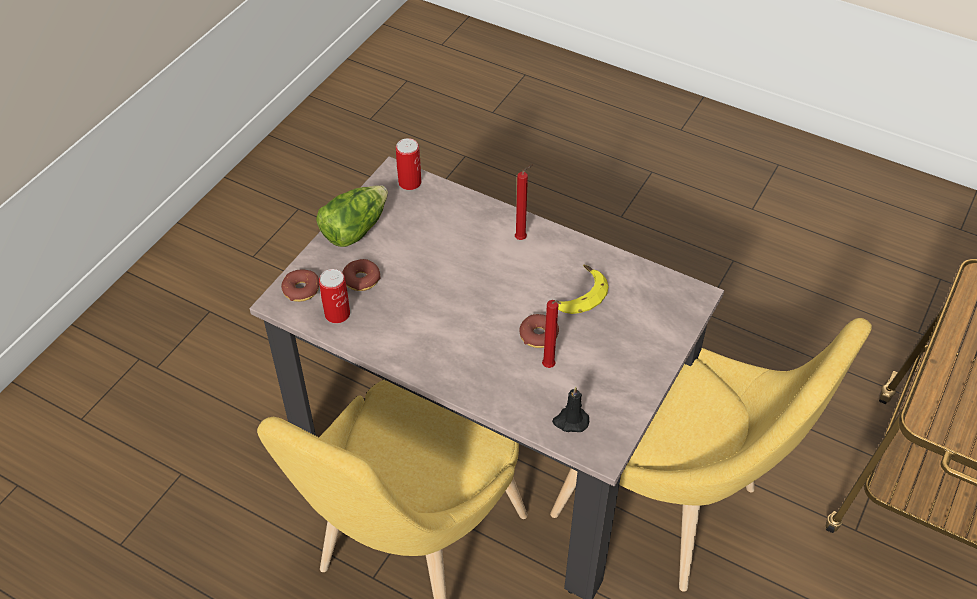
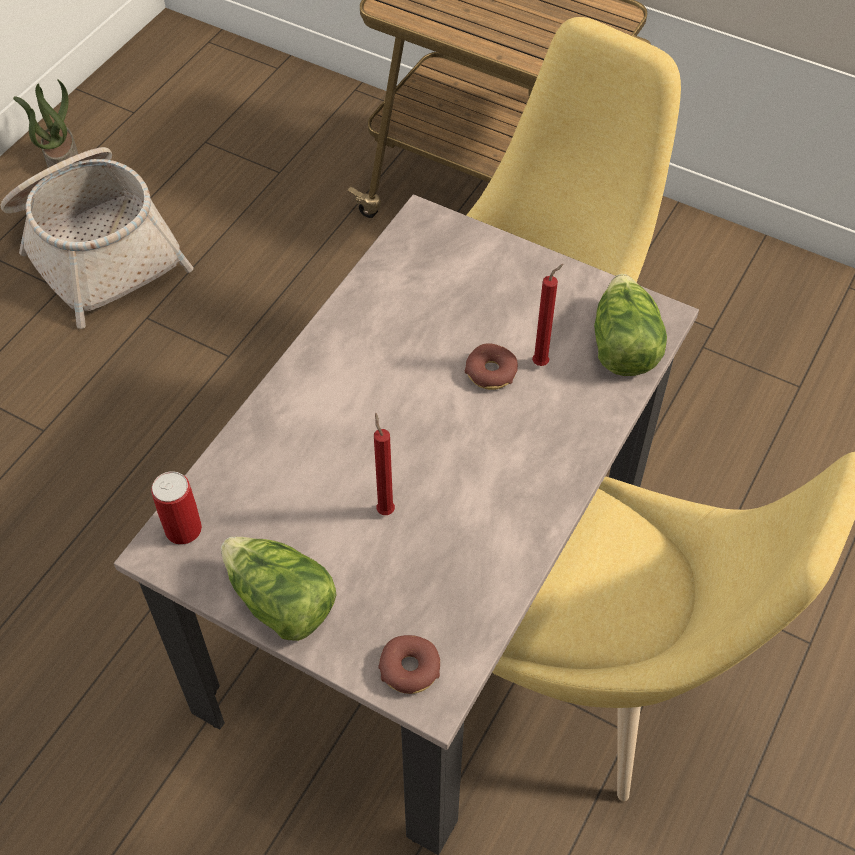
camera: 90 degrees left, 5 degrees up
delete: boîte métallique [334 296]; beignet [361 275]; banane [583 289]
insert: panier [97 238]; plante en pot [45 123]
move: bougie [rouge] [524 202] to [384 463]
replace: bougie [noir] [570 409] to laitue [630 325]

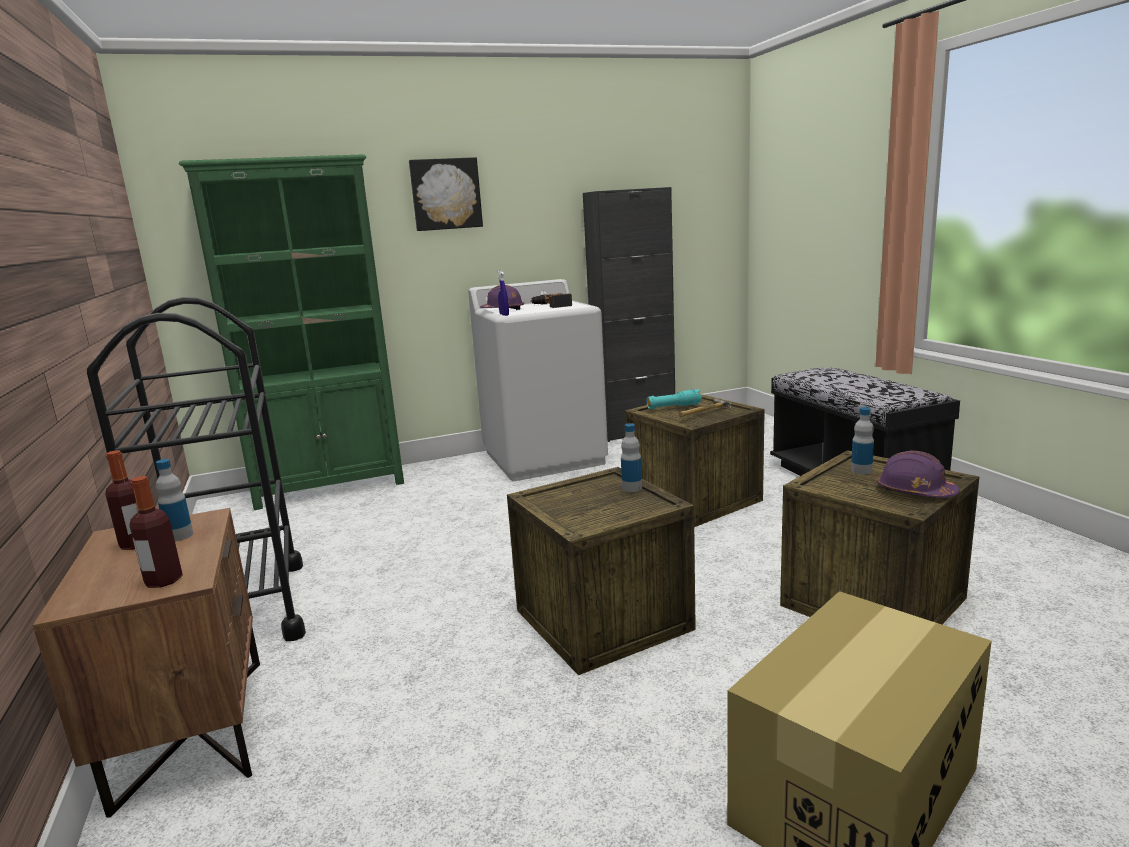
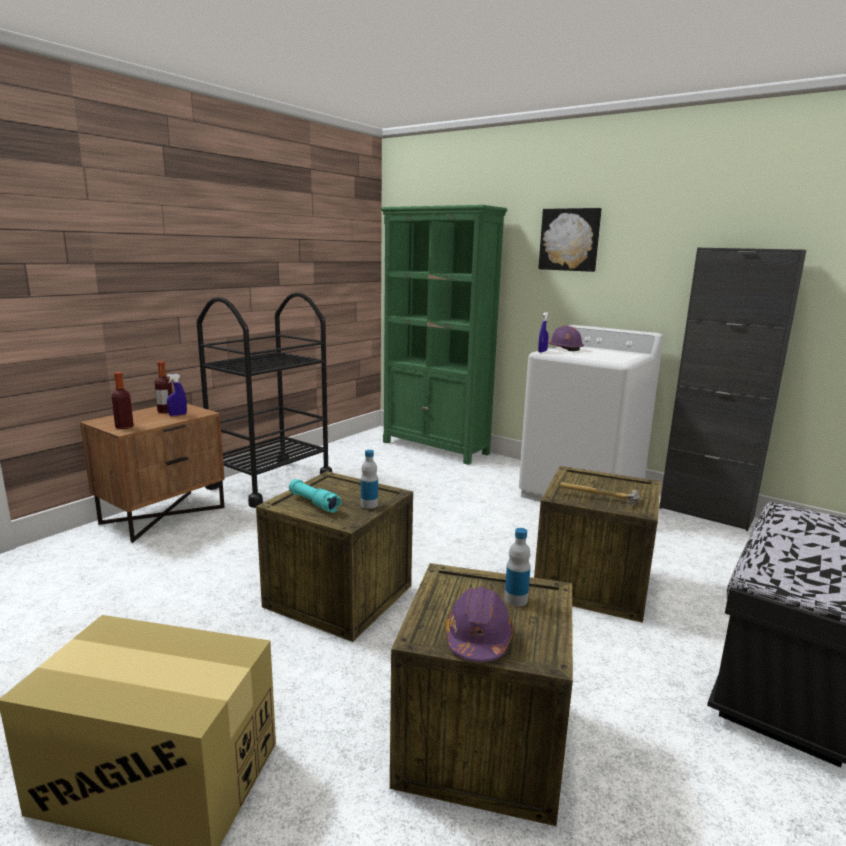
camera: 55 degrees right, 0 degrees up
delete: perceuse [551 300]
move: lampe de poche [turquoise] [674 399] to [315 496]
replace: bouteille [174 500] to vaporisateur [bleu] [177 395]

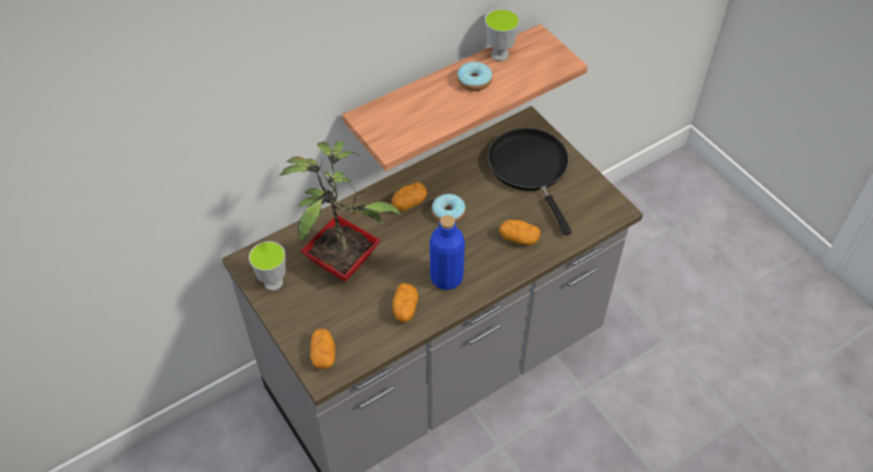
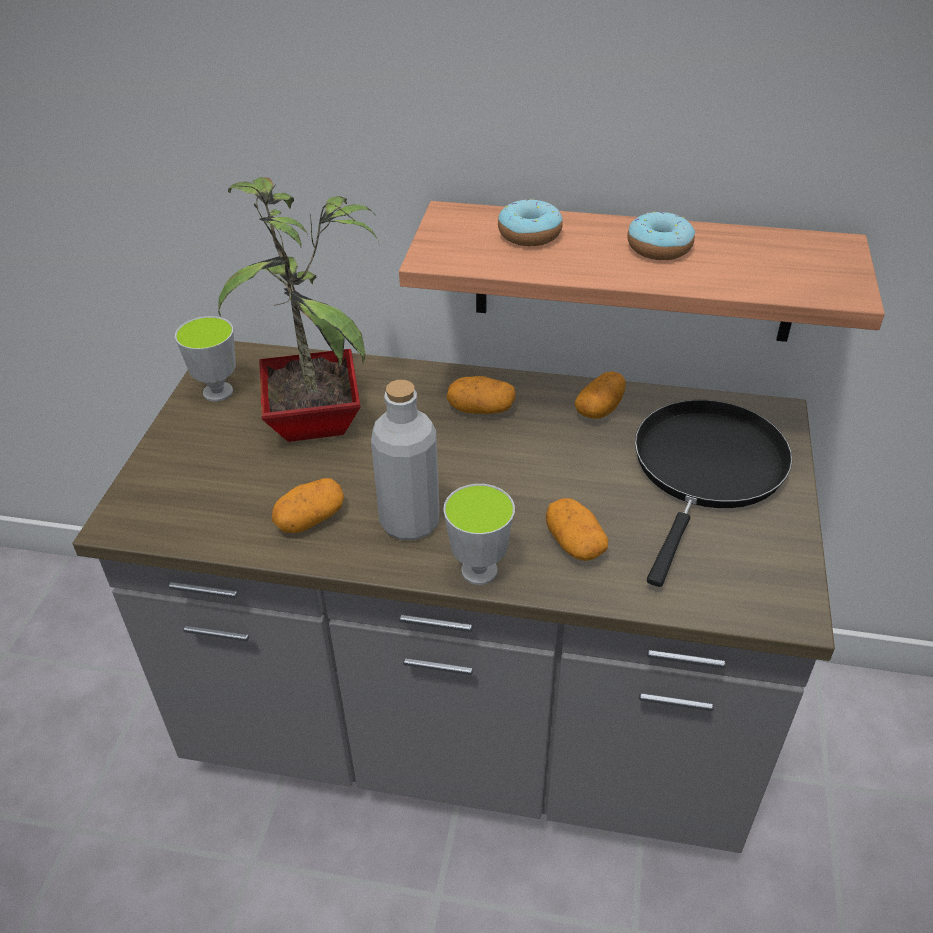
camera: 45 degrees right, 10 degrees down
move: pomme de terre [323 349] to [600 395]; beignet [449 208] to [530 222]; tasse [502 35] to [479 534]
recolor: bouteille [bleu] [447 252] to bouteille [gris] [405 460]

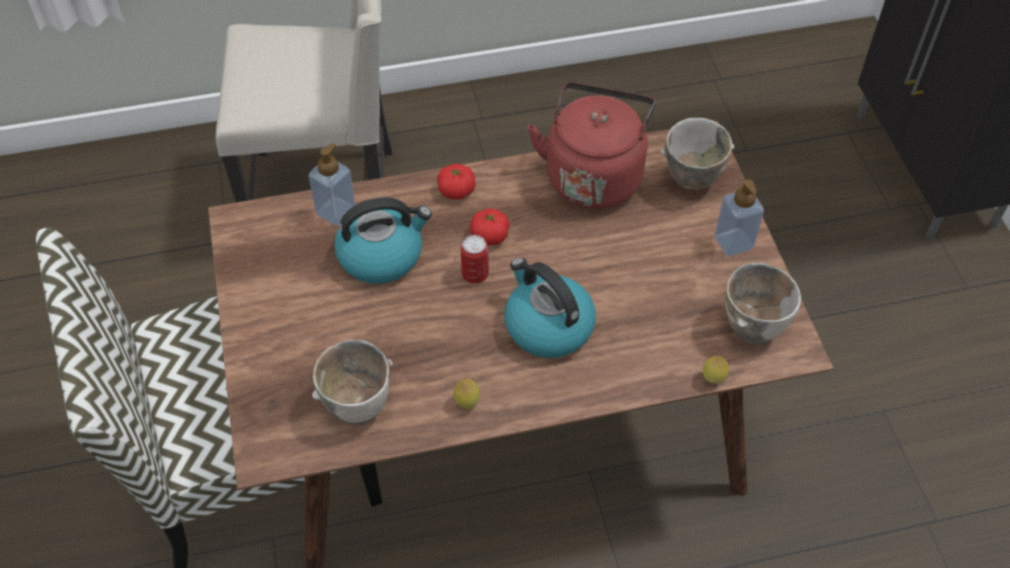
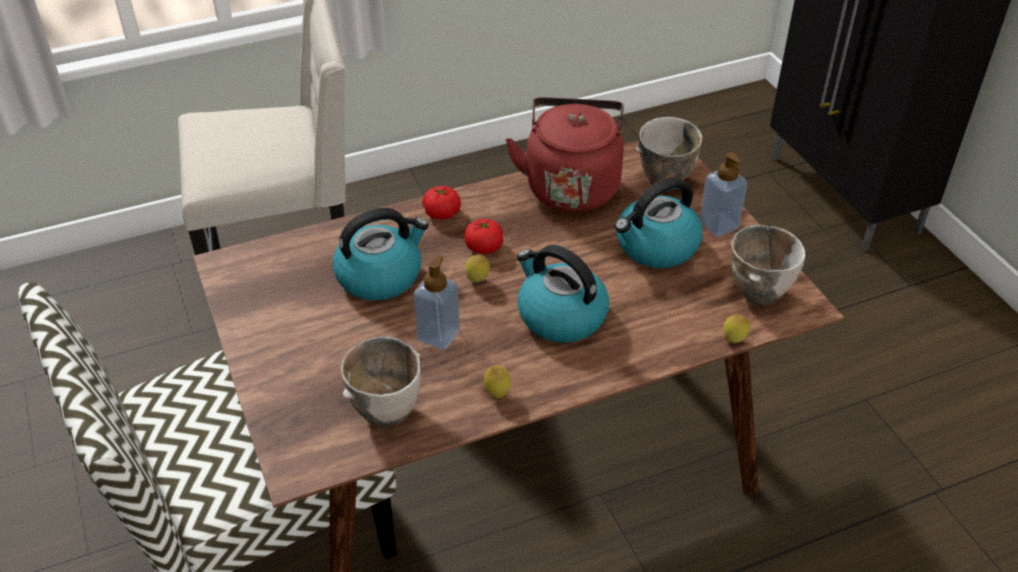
camera: 10 degrees left, 10 degrees down
insert: bouilloire [659 222]
move: distributeur de savon [332 184] to [436 302]
replace: boîte métallique [475 259] to citron [477 269]

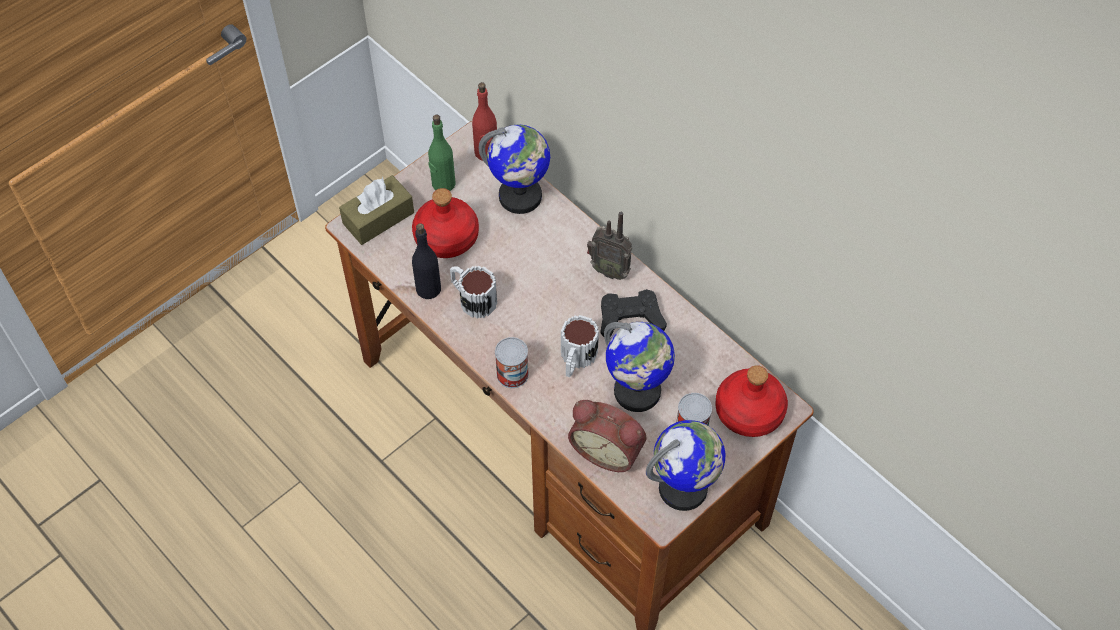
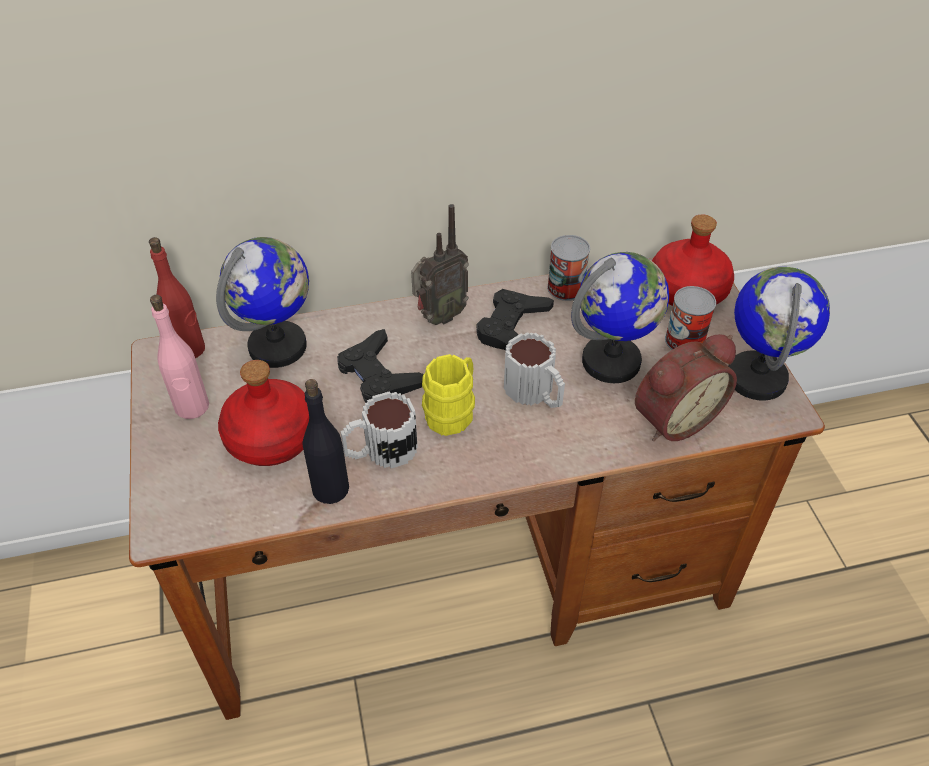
camera: 60 degrees left, 10 degrees down
delete: boîte à mouchoirs [marron] [376 210]
insert: manette [noir] [380 366]; mug [jaune] [448 395]
move: boîte métallique [512 362] to [568 268]
recolor: bouteille [vert] [442 153] to bouteille [rose] [179 357]

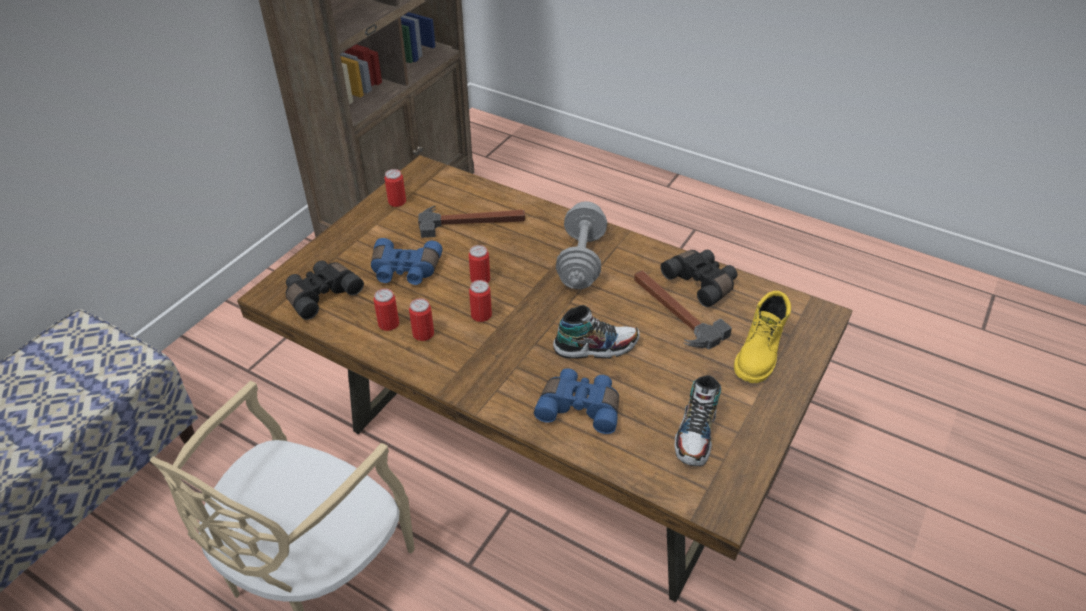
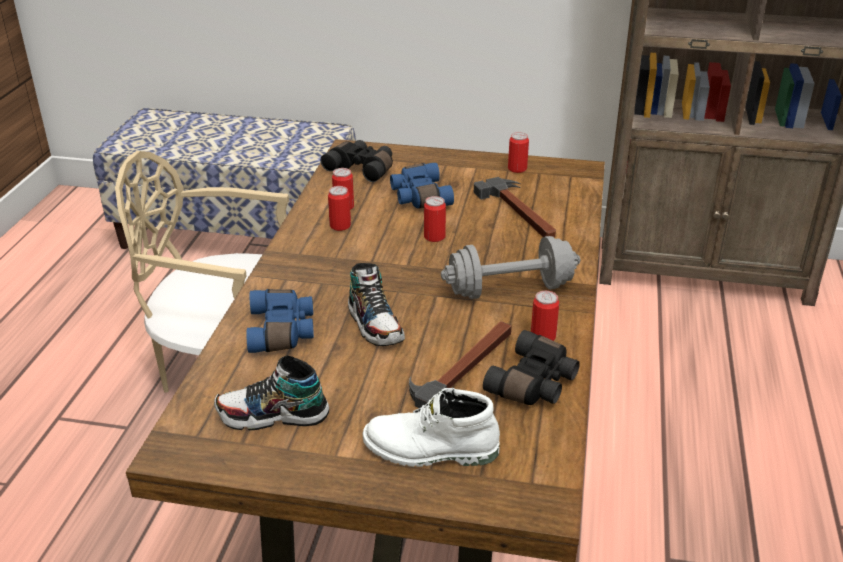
camera: 70 degrees right, 10 degrees down
move: boîte métallique [480 301] to [545 316]
recolor: botte [jaune] [762 337] to botte [blanc] [431 427]

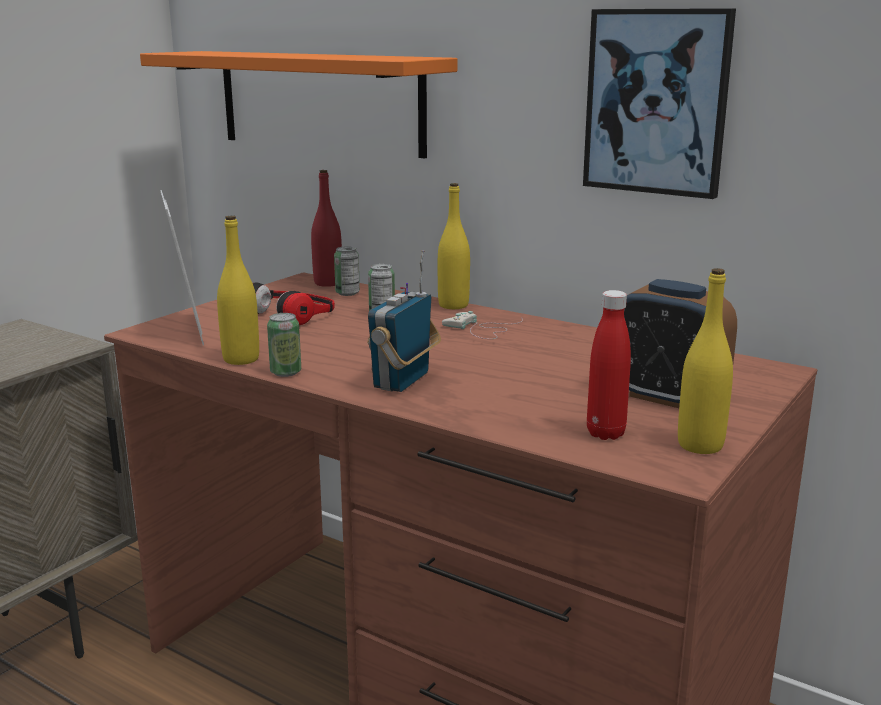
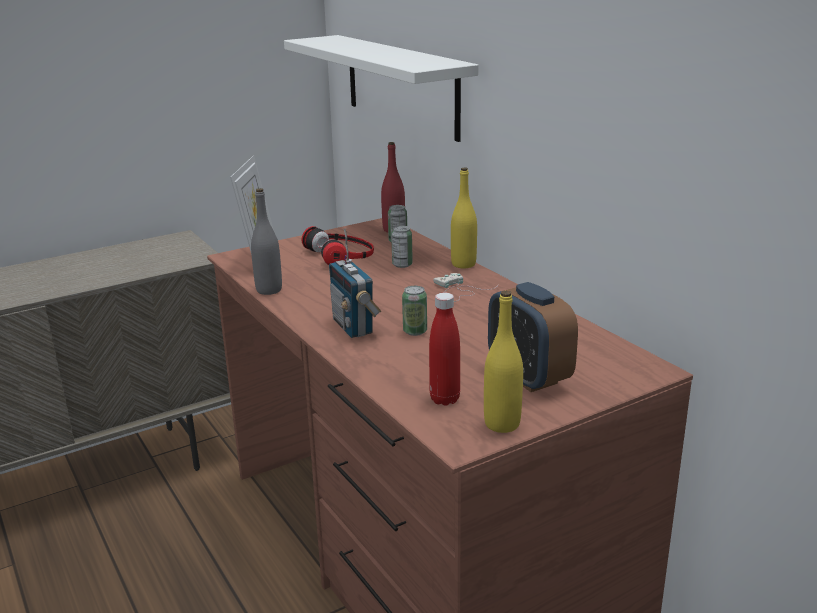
camera: 25 degrees right, 5 degrees up
delete: tableau [659 103]
move: boîte métallique [284 345] to [414 311]
recolor: étagère [orange] [299 104] to étagère [blanc] [381 88]; bouteille [jaune] [238 290] to bouteille [gris] [266 241]
rotate: radio [404 321] = [355 283] 75 degrees counterclockwise

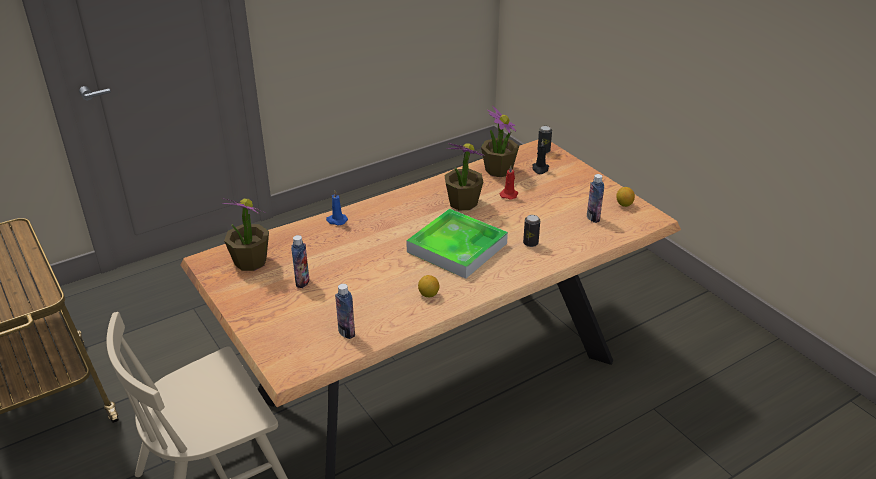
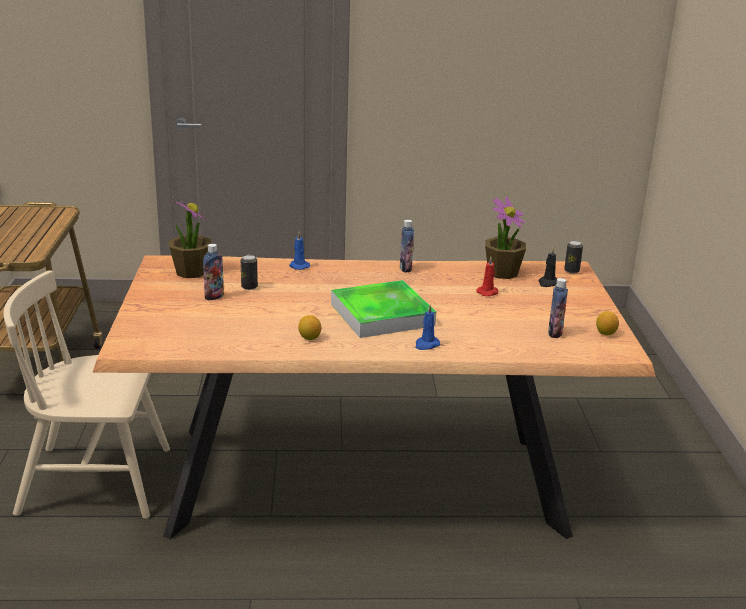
camera: 30 degrees right, 10 degrees down
delete: plante en pot [464 176]
insert: bougie [bleu] [427 327]
move: bouteille [345 311] to [407 246]; boîte métallique [531 231] to [249 272]

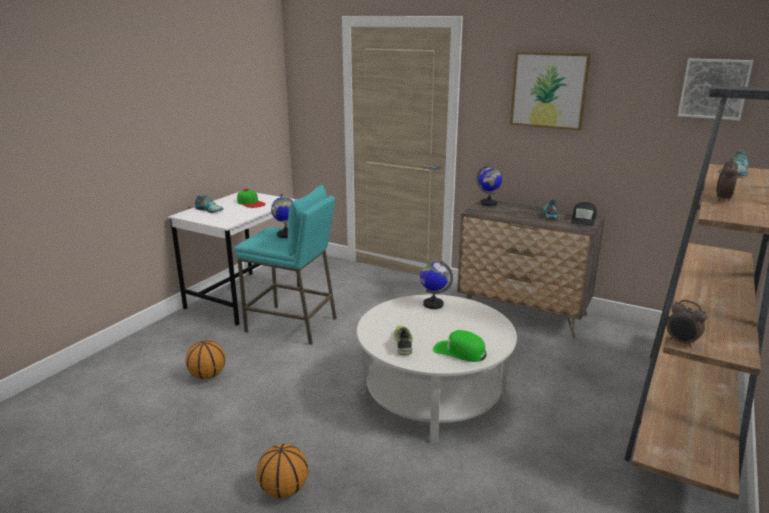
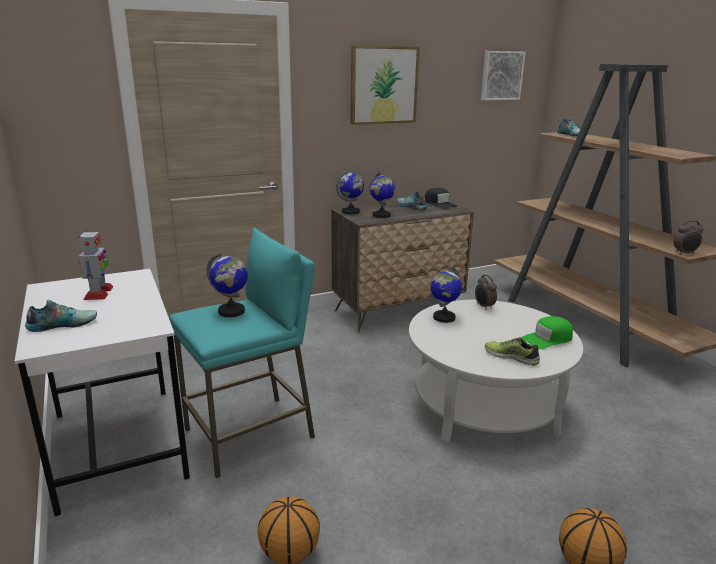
camera: 55 degrees left, 0 degrees up
insert: globe [382 194]
move: réveil [727 179] to [486 292]
replace: casquette [251 198] to robot jouet [95 265]

